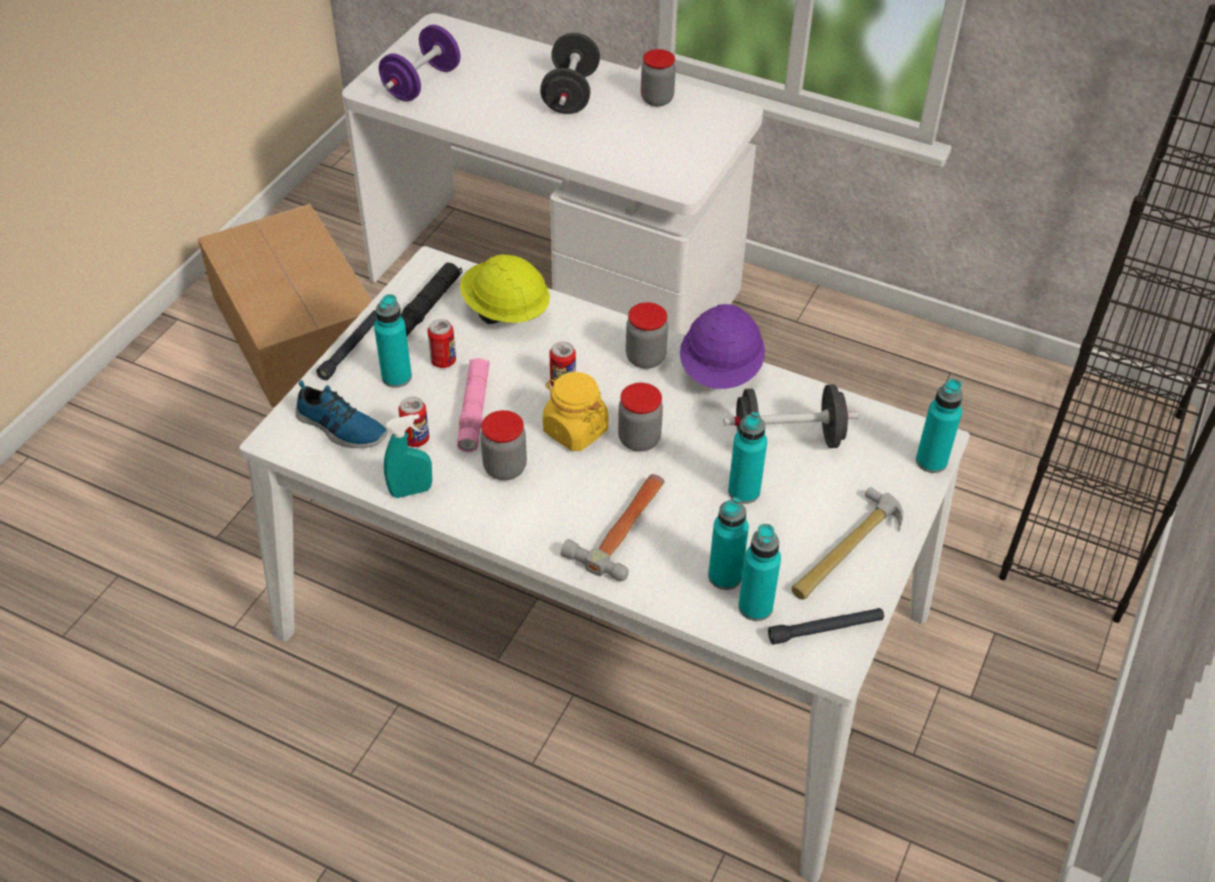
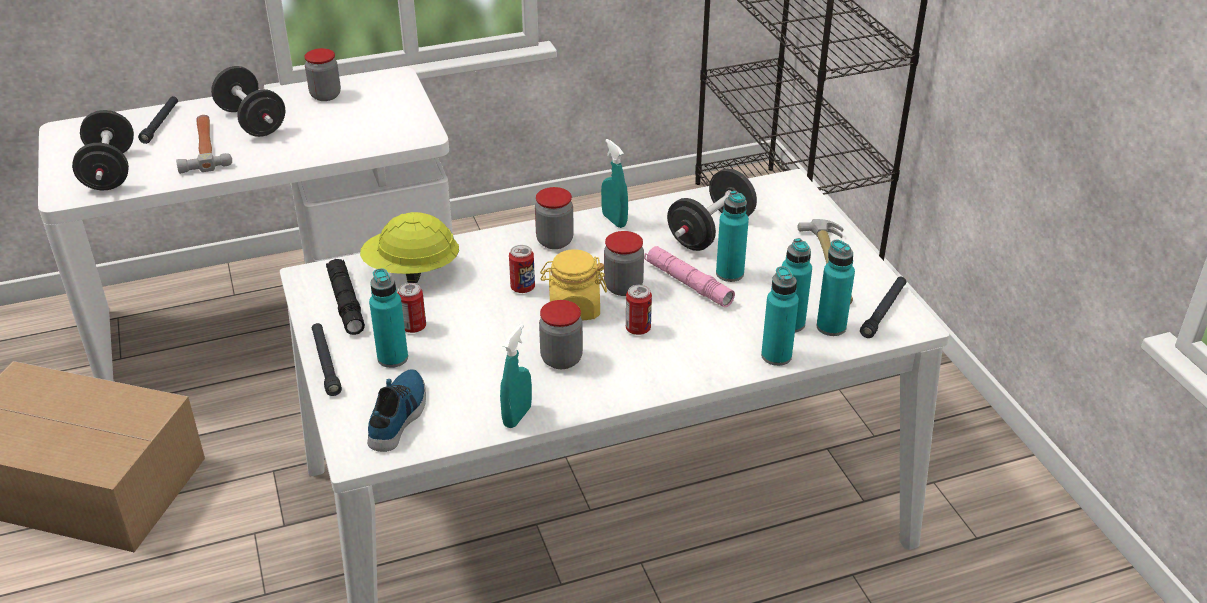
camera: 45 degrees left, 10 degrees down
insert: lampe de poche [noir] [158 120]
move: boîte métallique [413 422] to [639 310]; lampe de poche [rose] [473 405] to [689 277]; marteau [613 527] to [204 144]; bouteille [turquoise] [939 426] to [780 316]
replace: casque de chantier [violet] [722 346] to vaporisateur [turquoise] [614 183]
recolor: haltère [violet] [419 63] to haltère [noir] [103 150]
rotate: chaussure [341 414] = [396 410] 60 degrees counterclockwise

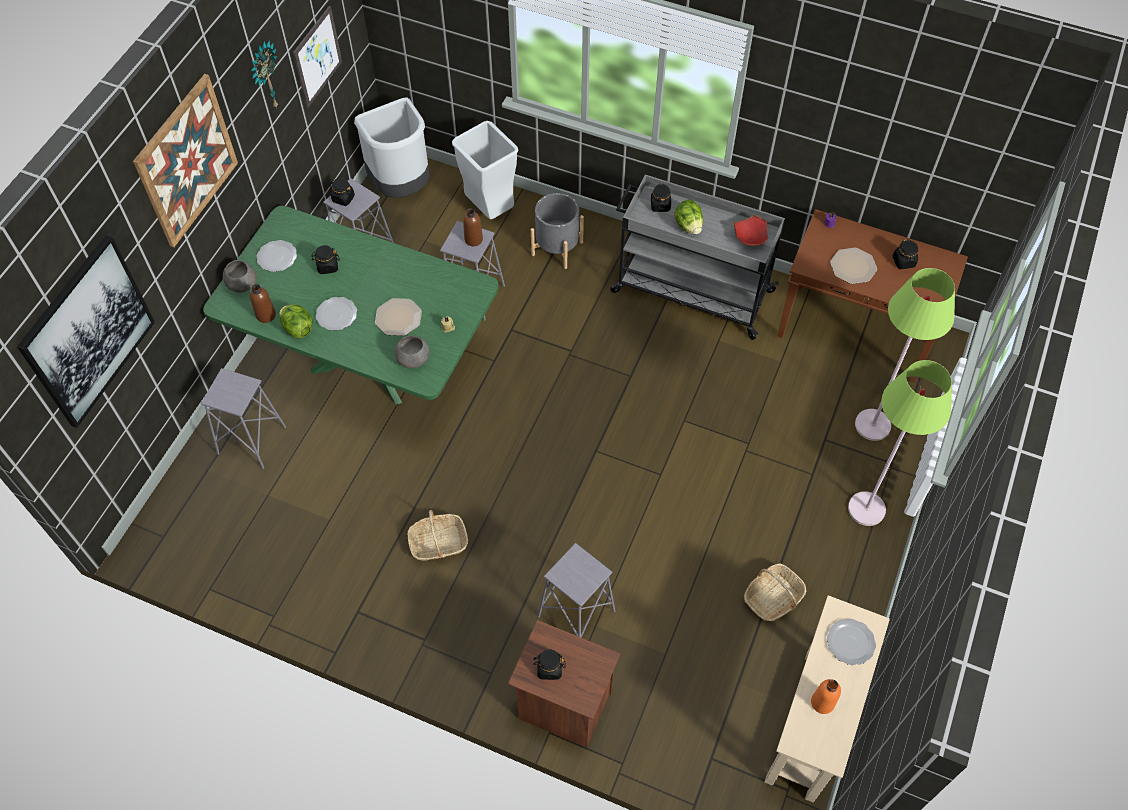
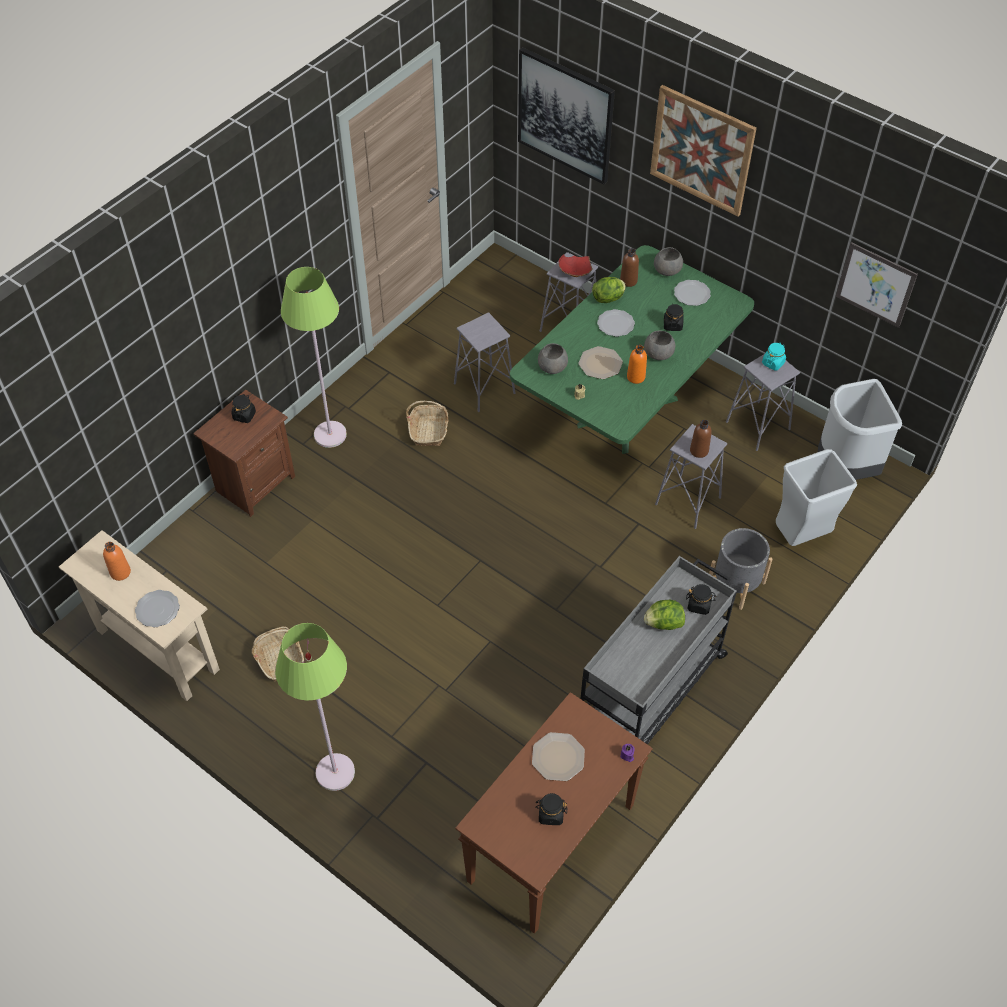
camera: 105 degrees right, 5 degrees down
delete: horloge murale [264 74]
insert: bouteille [orange] [637 364]; bol [gris] [659 345]
move: tabouret [gris] [576 590] to [484 362]; bol [rouge] [751 230] to [575 265]; lampadaire [vert] [905 354] to [314 357]
recolor: bocal [noir] [342 192] to bocal [turquoise] [774 357]

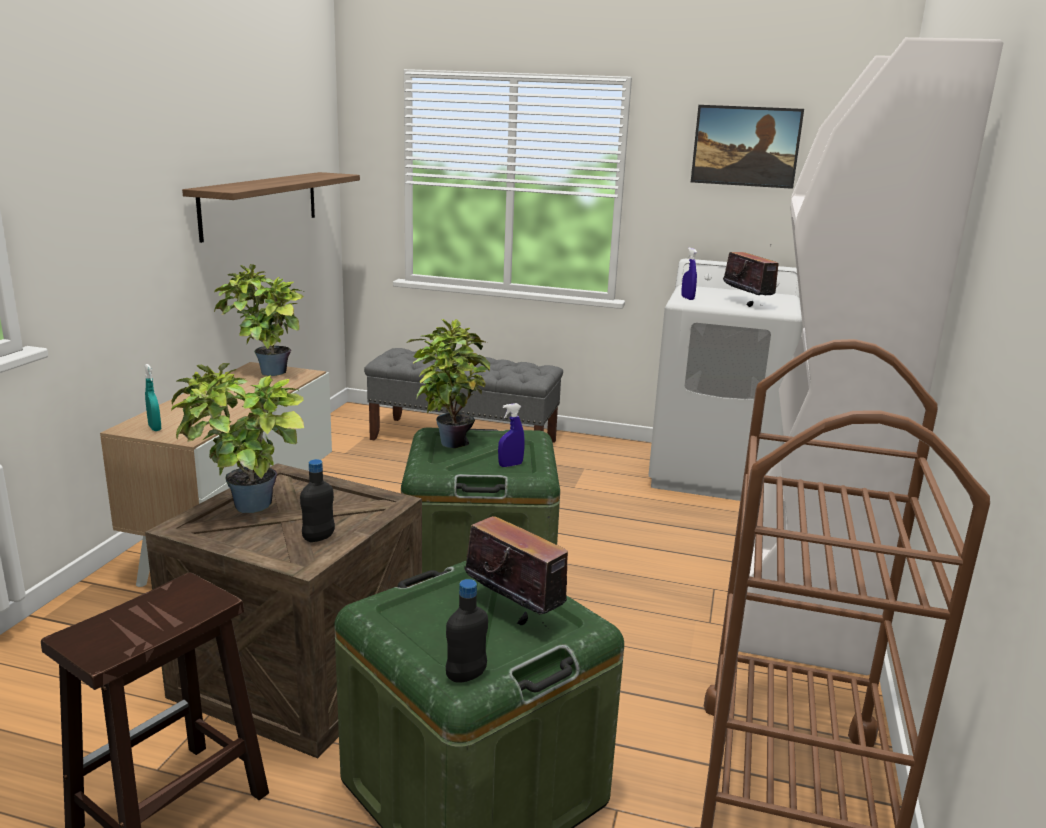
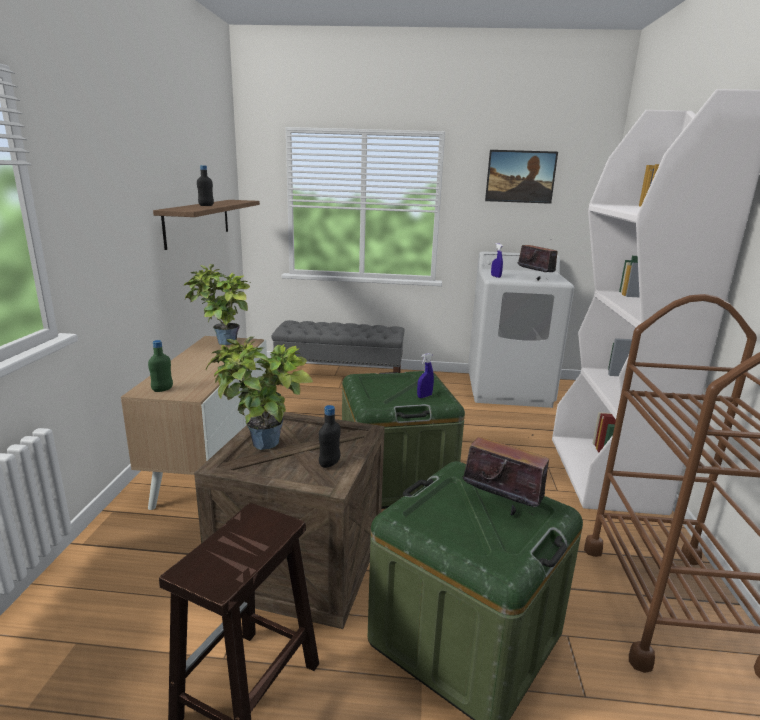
camera: 10 degrees left, 0 degrees up
delete: plante en pot [448 384]
move: bouteille [noir] [467 631] to [205 185]
replace: vaporisateur [turquoise] [152 397] to bouteille [vert] [160 366]

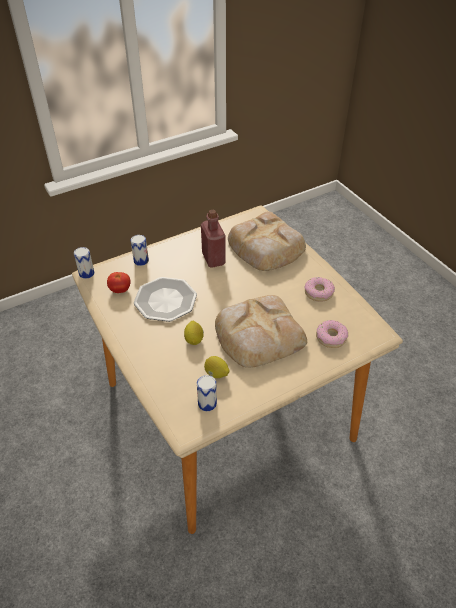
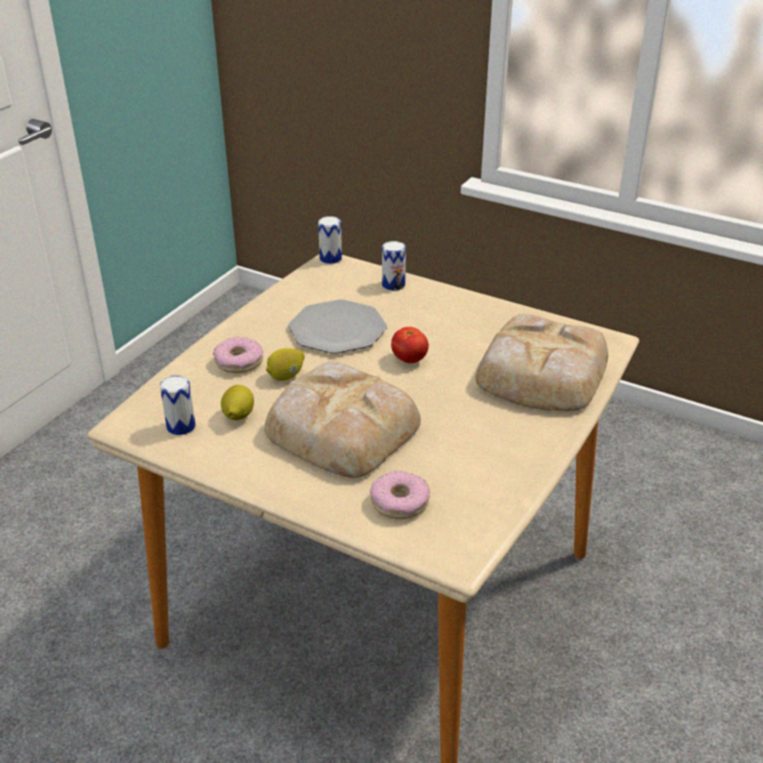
camera: 60 degrees right, 10 degrees down
delete: bouteille [rouge] [213 239]
move: tomate [119 282] to [410 345]; beignet [319 289] to [238 355]

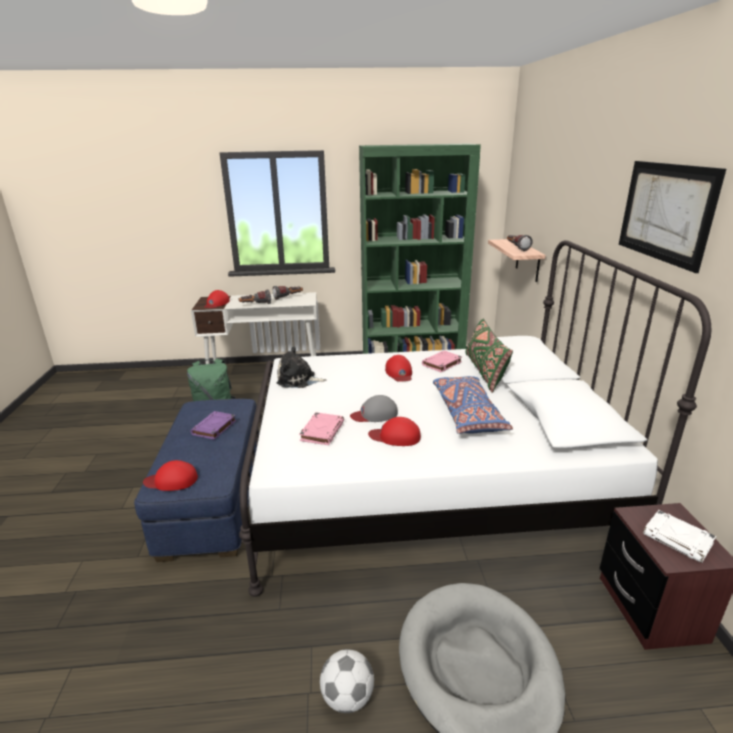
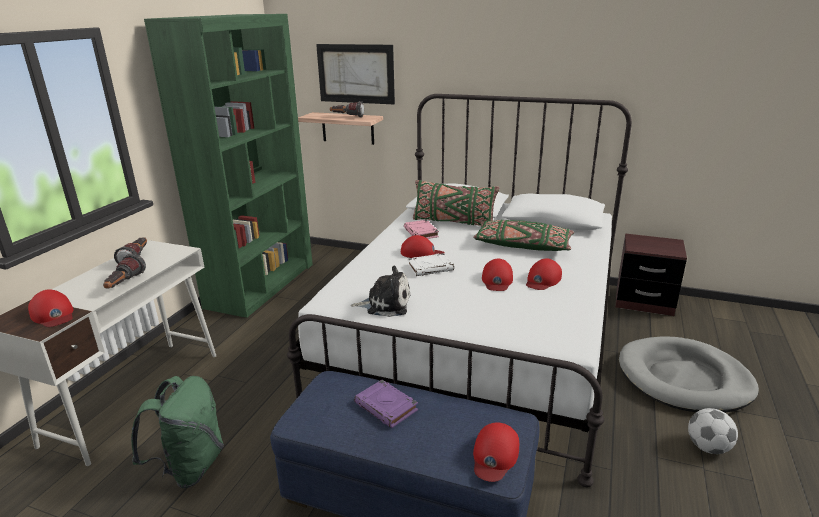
camera: 65 degrees left, 0 degrees up
delete: livre [rose] [321 428]
move: tableau [672 217] to [355 74]; livre [blanc] [679 536] to [430 264]
recolor: casquette [gris] [374 408] to casquette [rouge] [497 274]; coussin [bleu] [473 405] to coussin [vert] [524 235]
rotate: peluche [302 367] = [380 291] 120 degrees counterclockwise

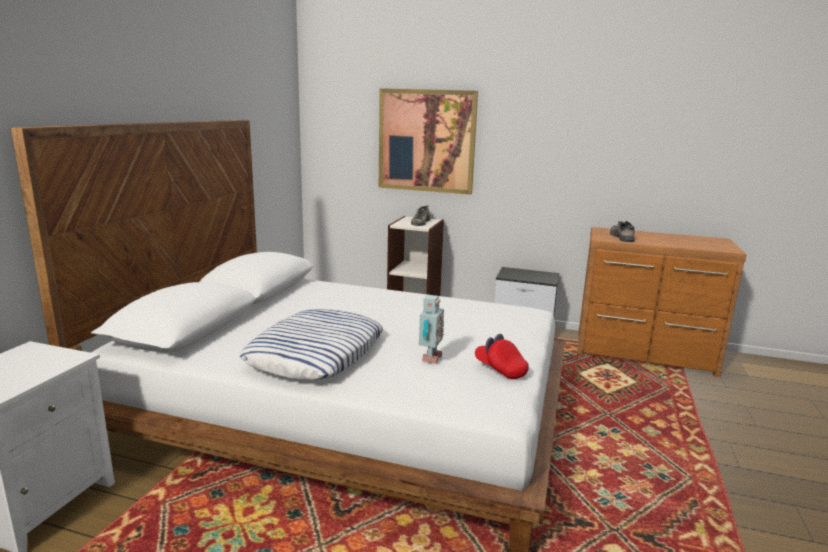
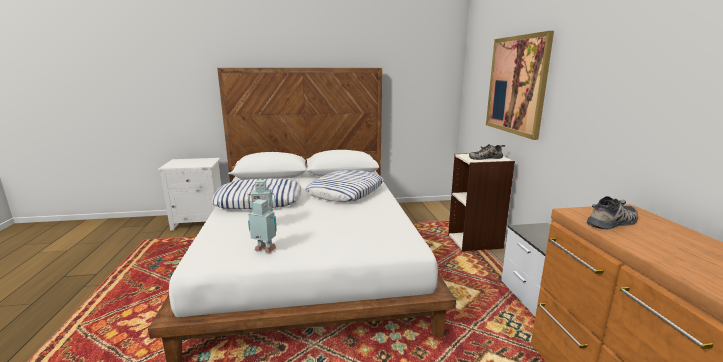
camera: 65 degrees right, 0 degrees up
insert: coussin [344 186]
replace: casquette [rouge] [502 356] to robot jouet [262 226]

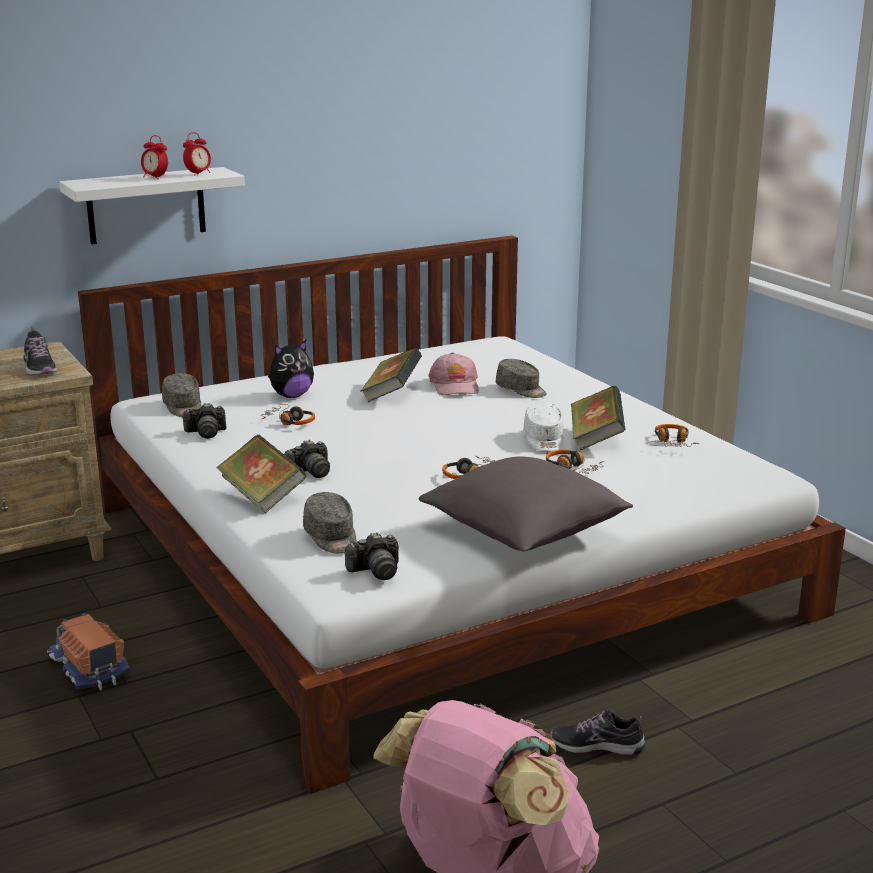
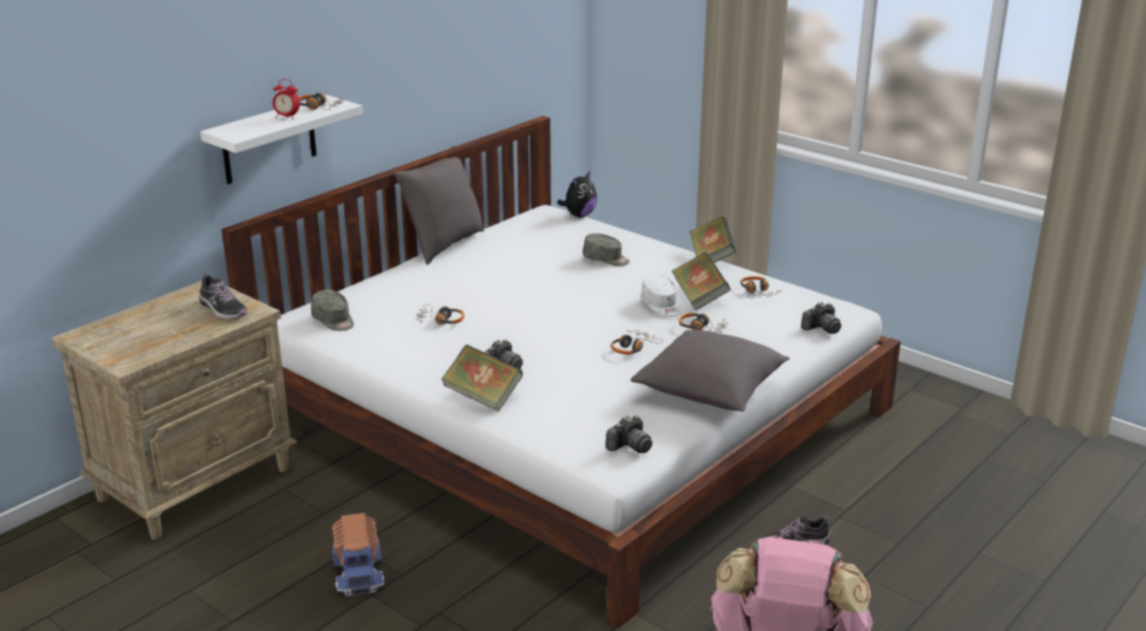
camera: 20 degrees left, 5 degrees up
delete: casquette [gris] [329 522]; casquette [rose] [454 373]
insert: coussin [gris] [439 205]
move: appareil photo [203 421] to [821 318]; peluche [291 369] to [577 194]; livre [391 375] to [713 239]
replace: réveil [197 154] to casque audio [321 101]
rotate: camion jouet [88 651] = [358 554] 135 degrees counterclockwise

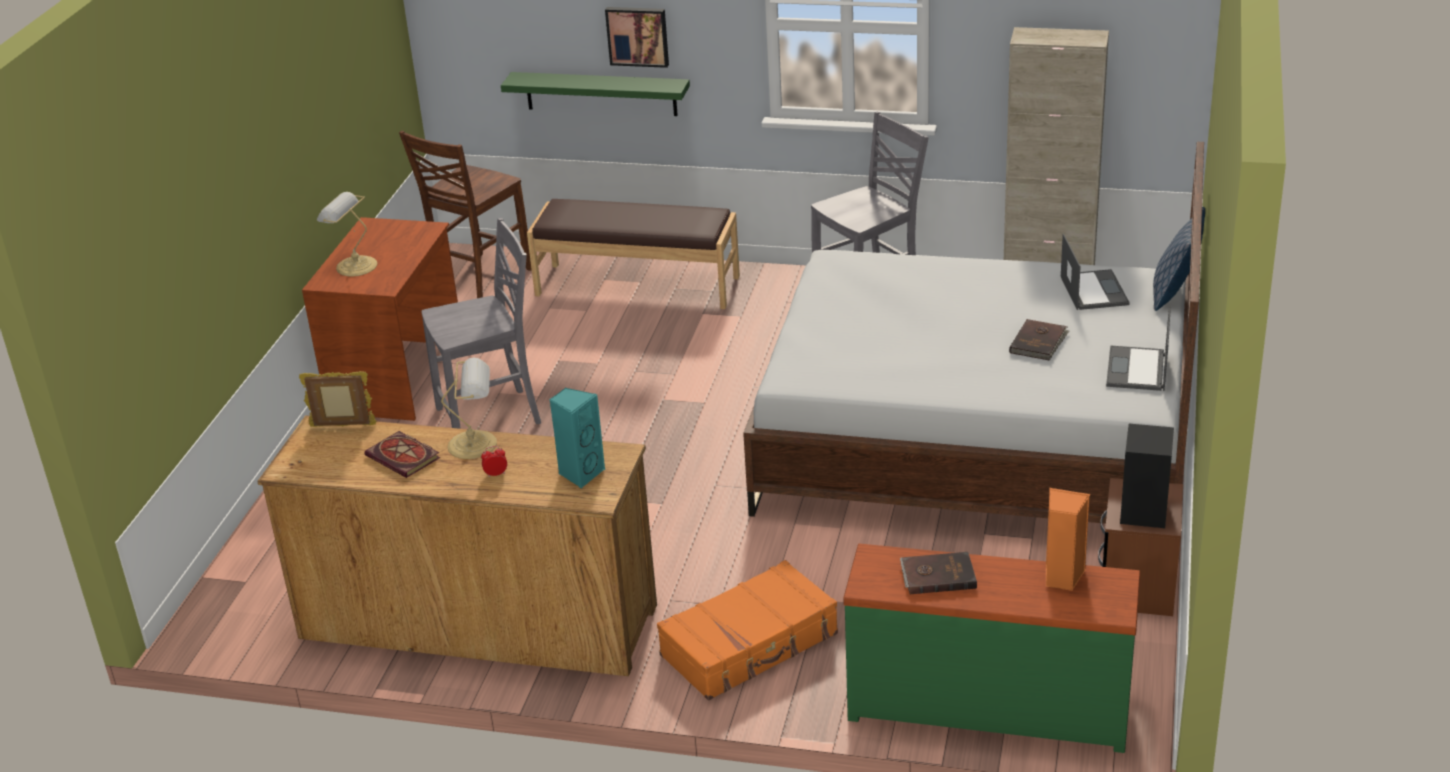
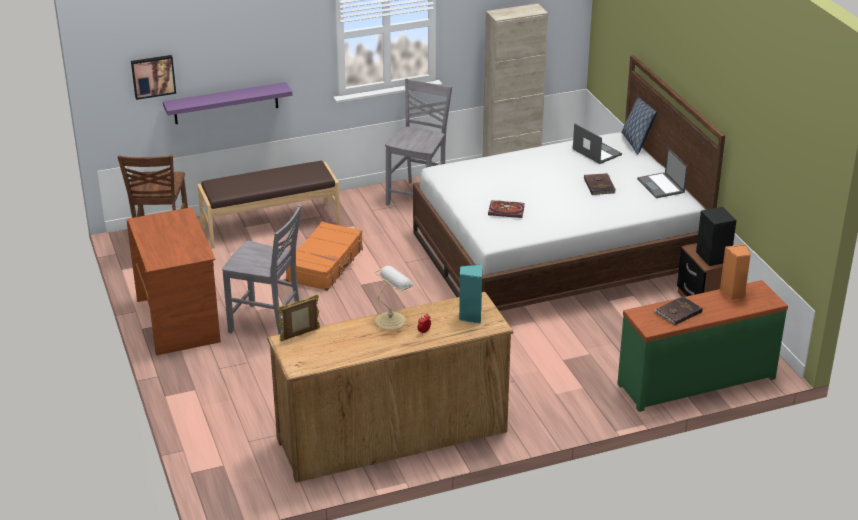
camera: 35 degrees left, 0 degrees up
delete: lampe de table [347 234]
move: livre [402 454] to [506 209]; tableau [637 37] to [153 77]; valise [orange] [747 630] to [324 256]
recolor: étagère [vert] [595 94] to étagère [violet] [227 103]
rotate: chaise [gris] [481 323] = [262 269] 75 degrees clockwise

